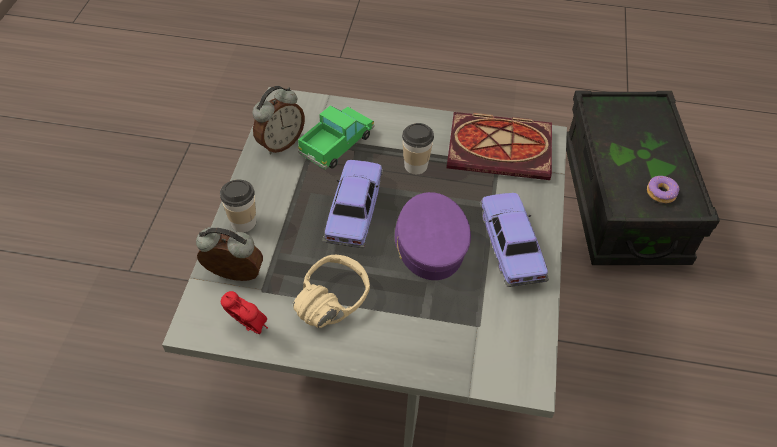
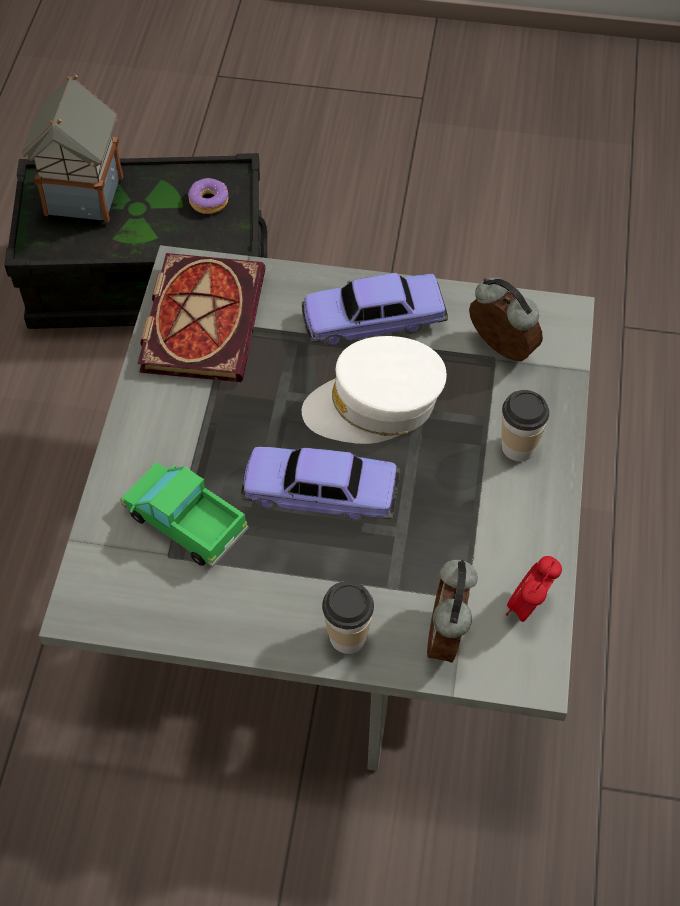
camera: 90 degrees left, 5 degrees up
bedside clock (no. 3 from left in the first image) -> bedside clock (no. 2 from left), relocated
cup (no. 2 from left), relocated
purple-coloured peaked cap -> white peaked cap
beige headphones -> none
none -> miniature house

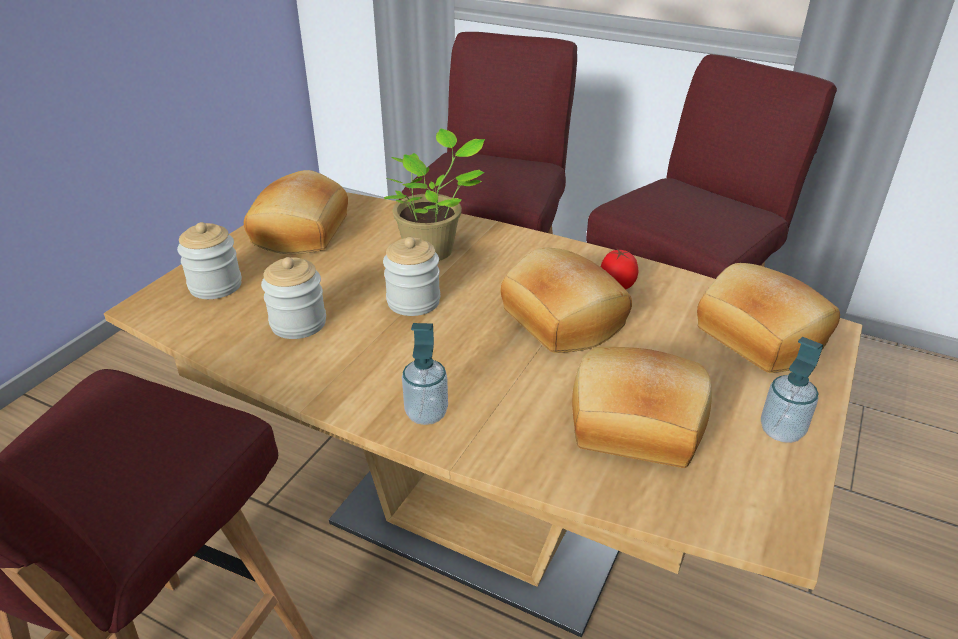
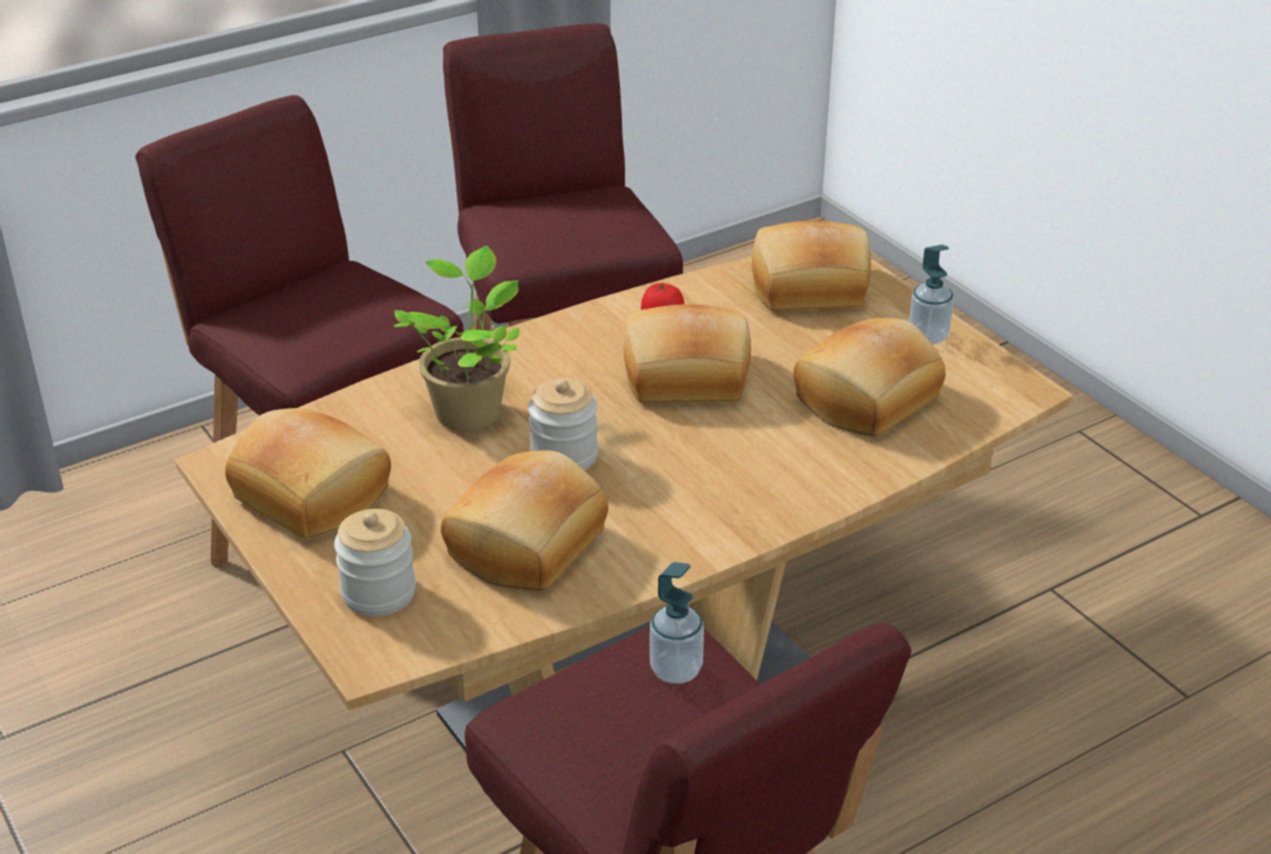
camera: 60 degrees left, 0 degrees up
preserve jar (no. 2 from left) -> bread (no. 2 from left)
liquid soap bottle (no. 1 from left), relocated

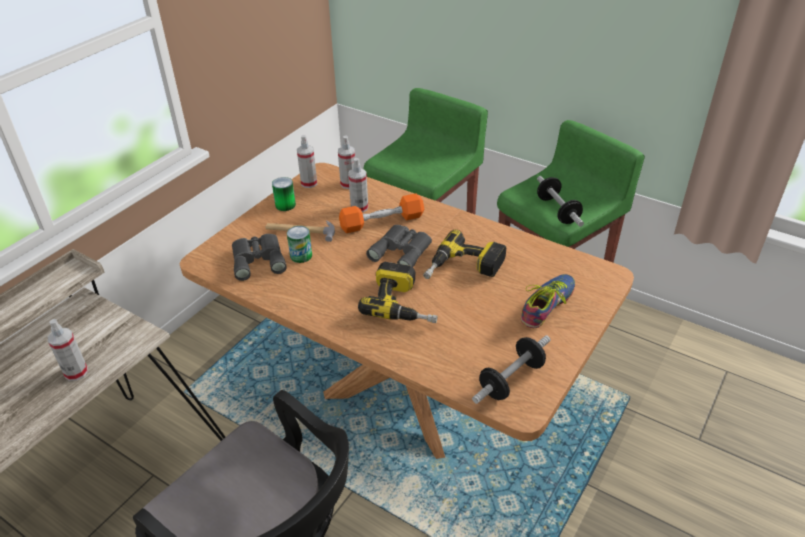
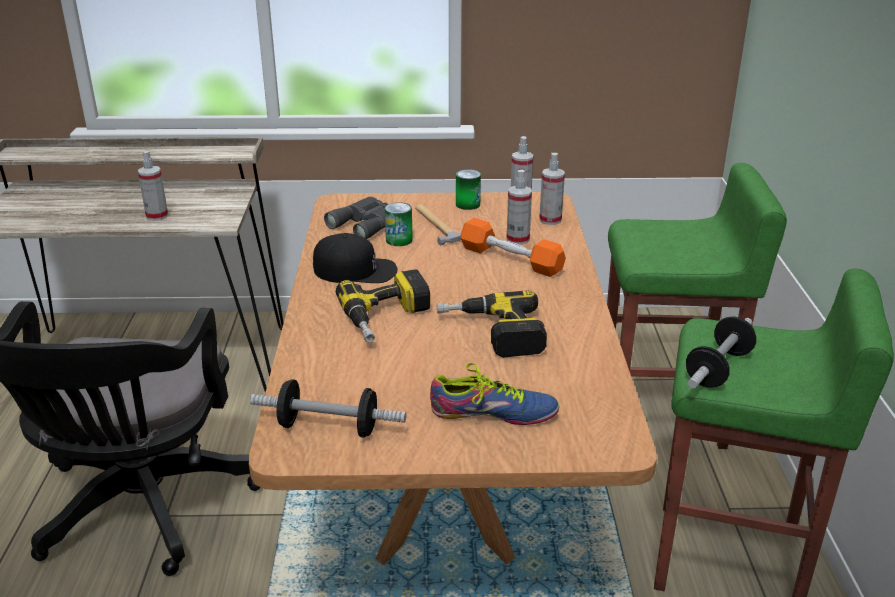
camera: 55 degrees right, 10 degrees down
gray field glasses (no. 2 from left) -> none
none -> blackish peaked cap

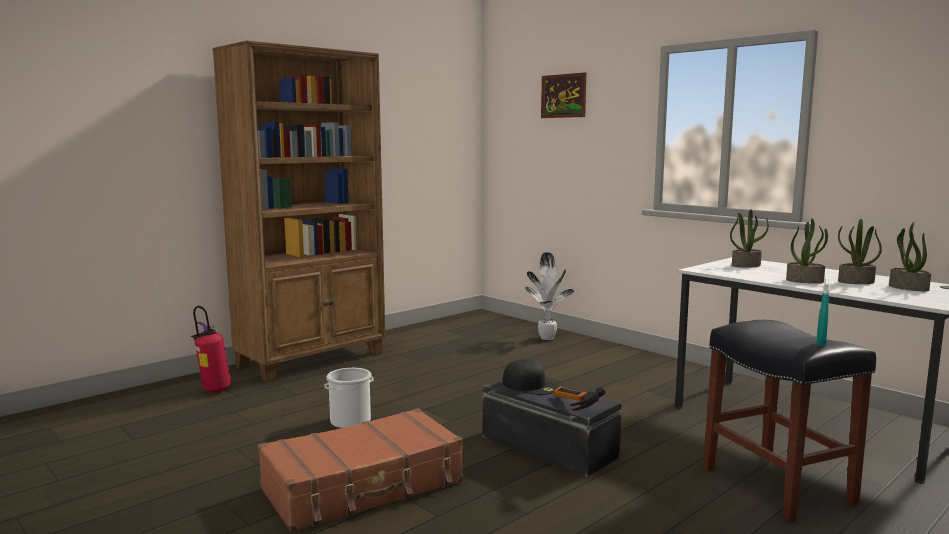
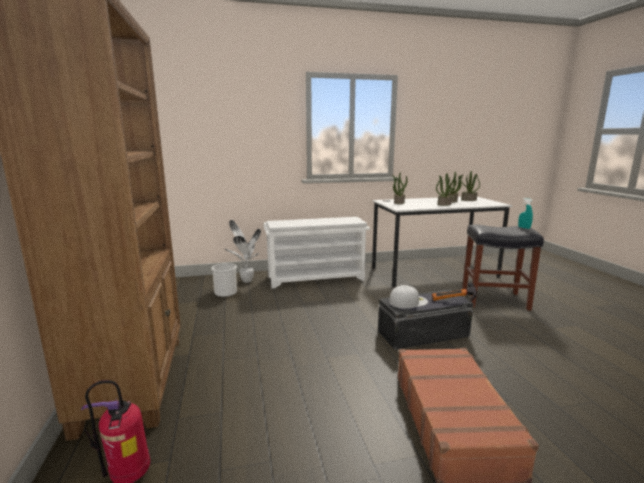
camera: 60 degrees left, 5 degrees up
wall art -> none
blackish peaked cap -> white peaked cap
water bucket, relocated
none -> white shoe stand

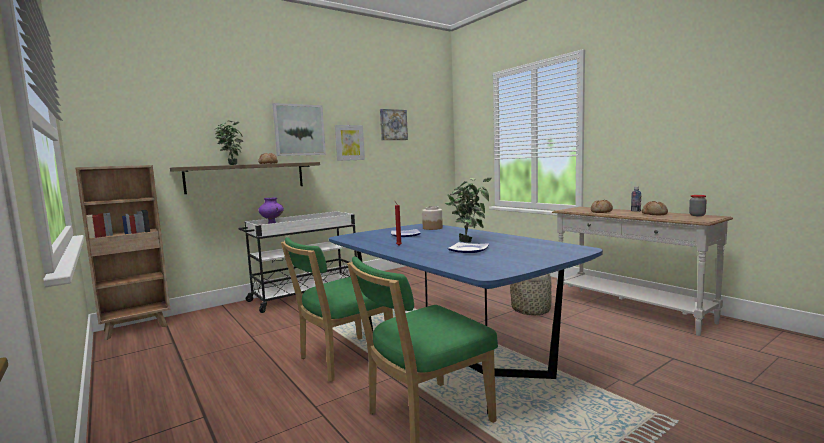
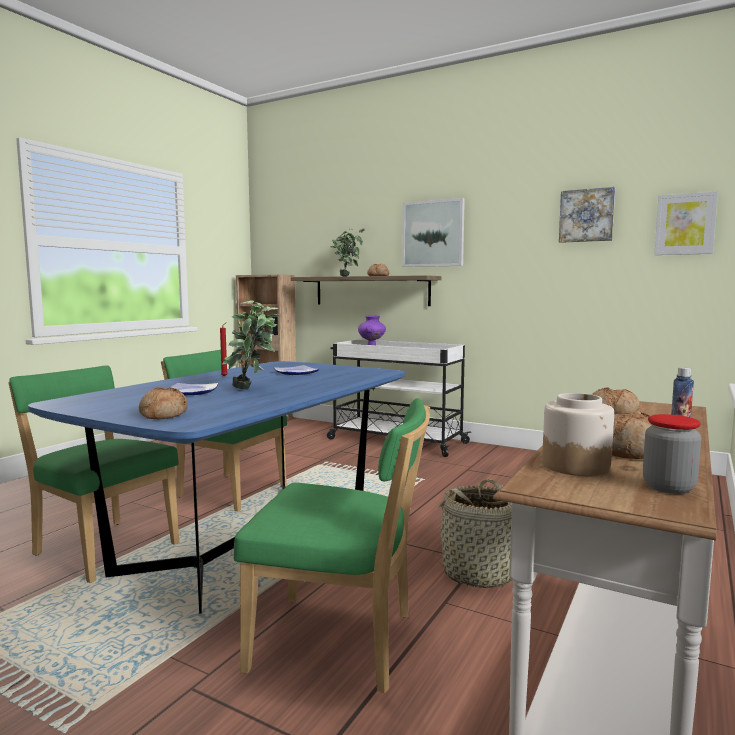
camera: 65 degrees right, 0 degrees up
wall art (no. 2 from left in the first image) -> wall art (no. 3 from left), relocated
preserve jar (no. 1 from left), relocated
none -> bread (no. 1 from left)
none -> green plain chair (no. 3 from left)

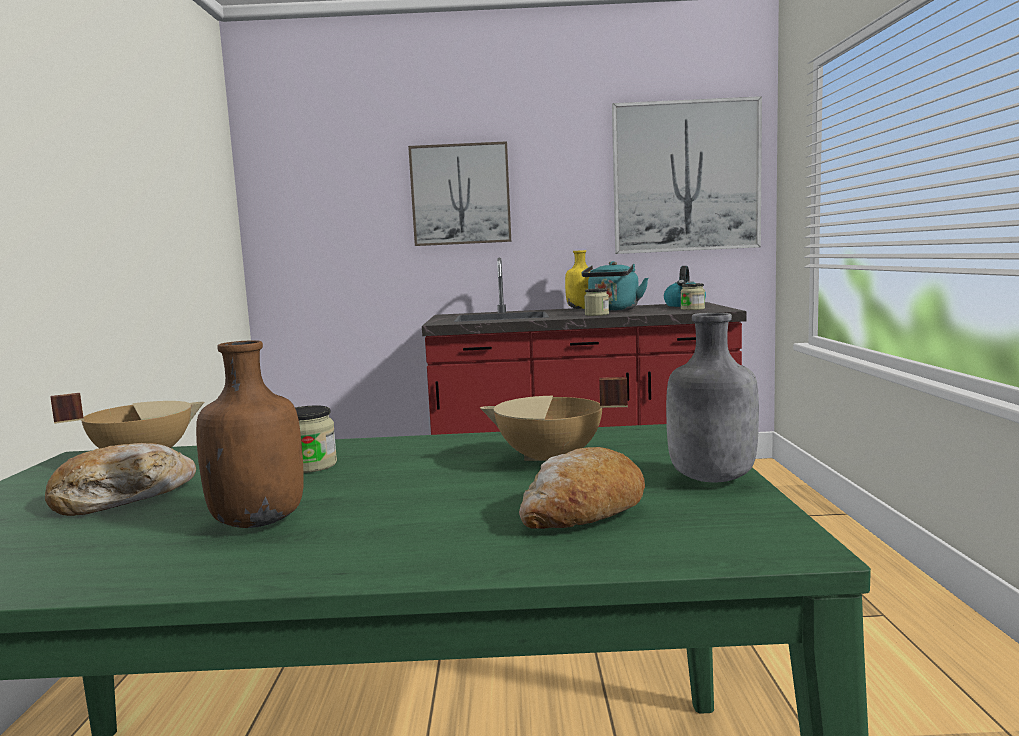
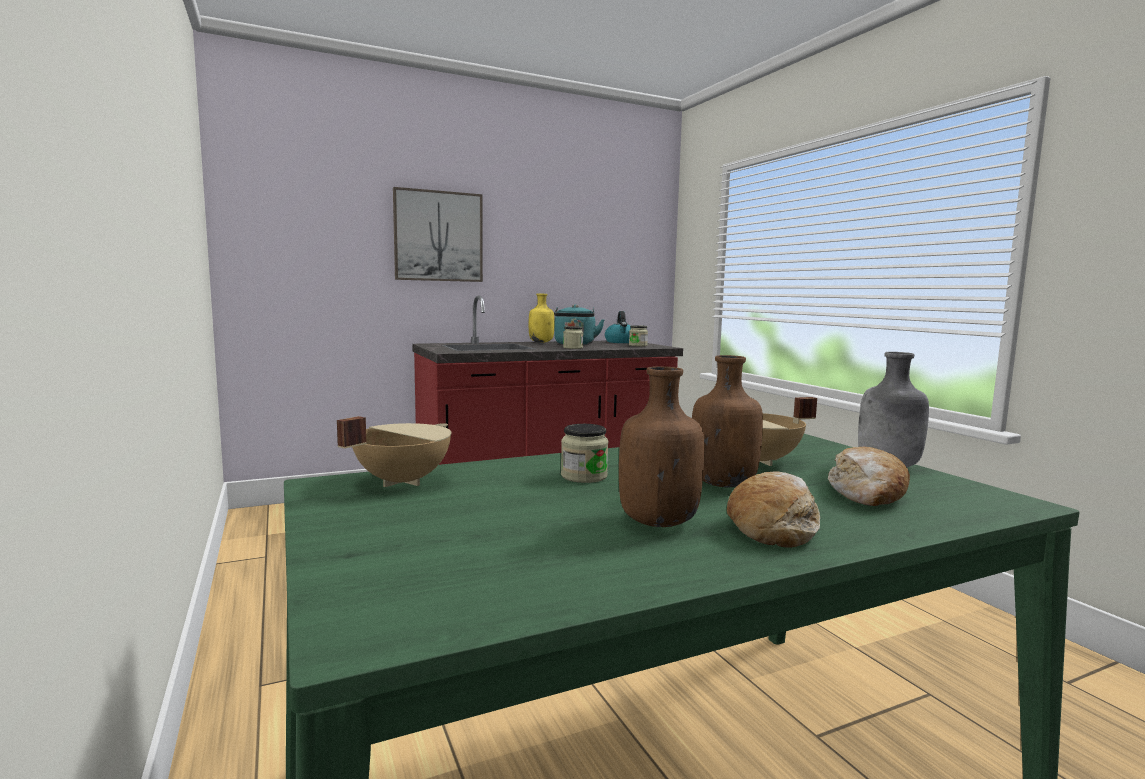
camera: 25 degrees left, 0 degrees up
wall art (no. 2 from left) -> none
bread (no. 1 from left), relocated
none -> brownish bottle (no. 2 from left)

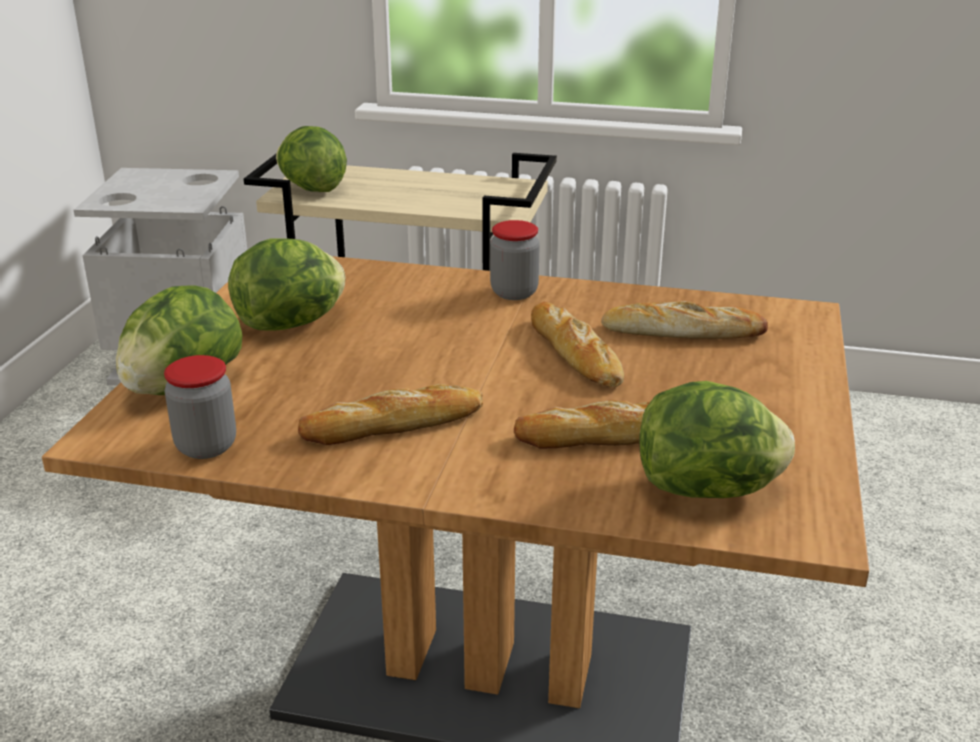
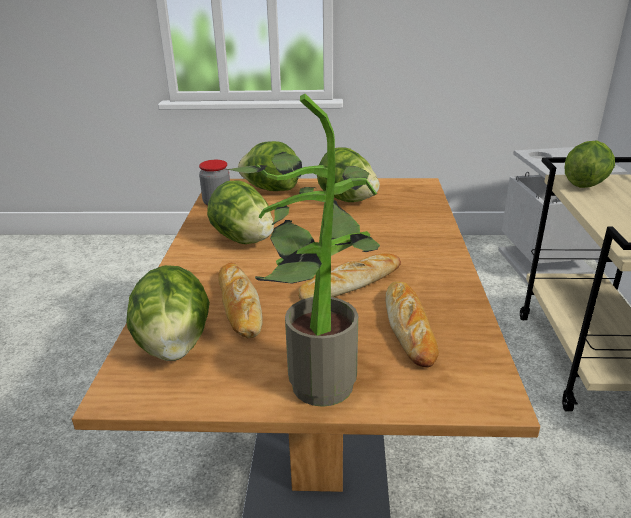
camera: 80 degrees right, 0 degrees up
preserve jar (no. 2 from left) -> none
bread (no. 1 from left) -> lettuce head (no. 2 from left)
none -> plant in a pot

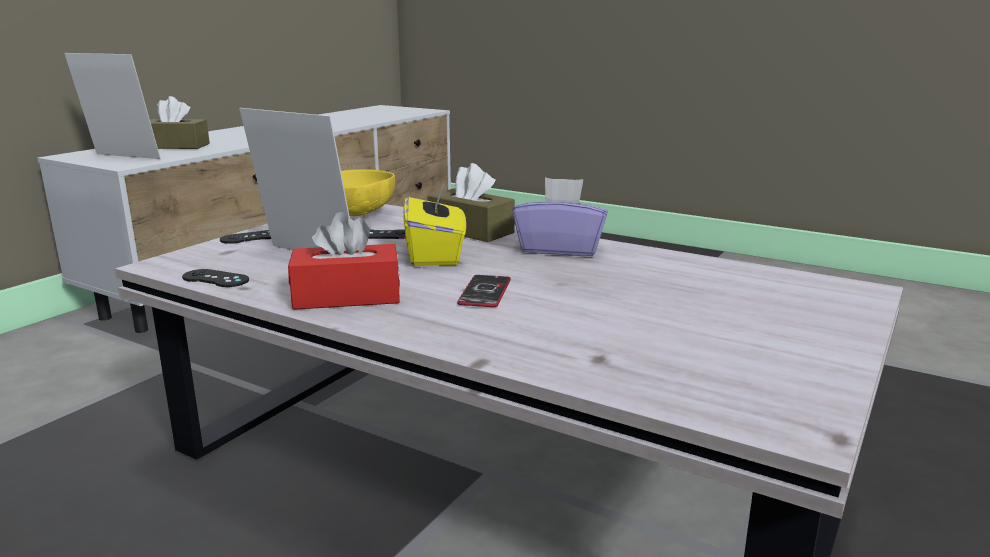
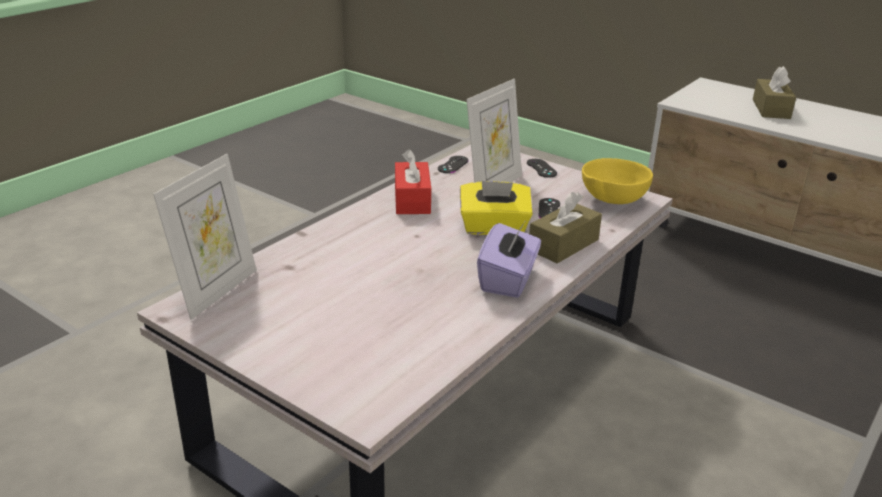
camera: 95 degrees right, 10 degrees up
standing frame (no. 1 from left), relocated
phone -> none

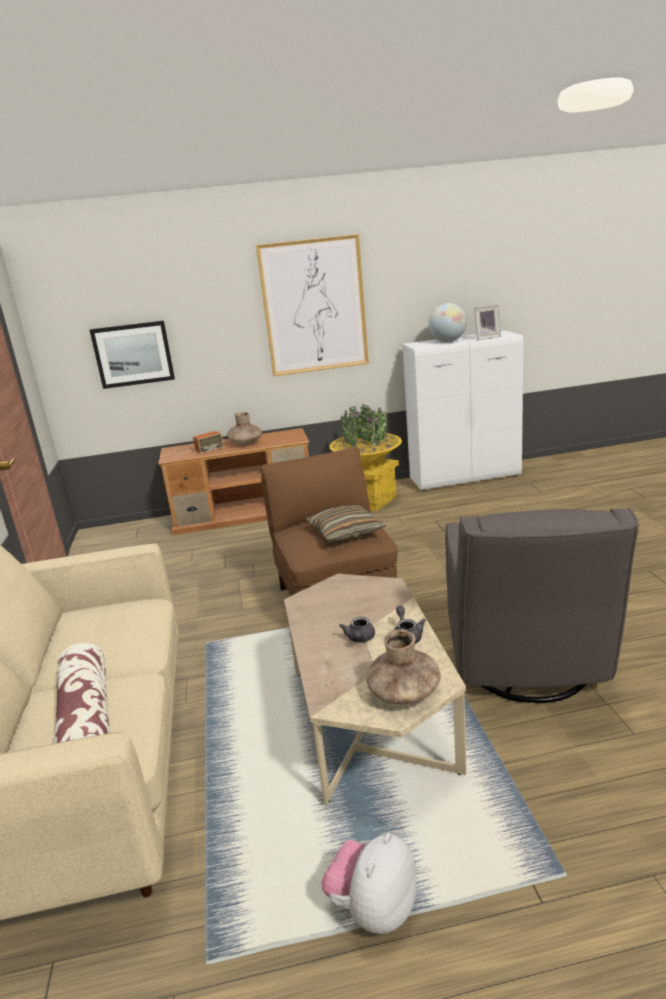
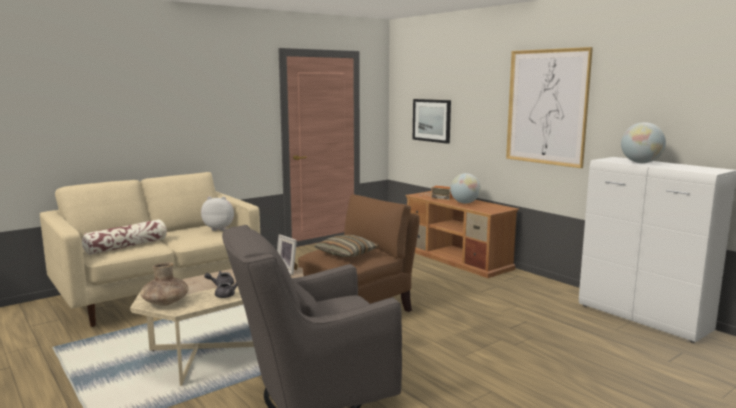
camera: 60 degrees right, 10 degrees down
standing frame, relocated
yellow plant pot -> none
brownish decorative vase (no. 1 from left) -> desk globe (no. 1 from left)
plush toy, relocated

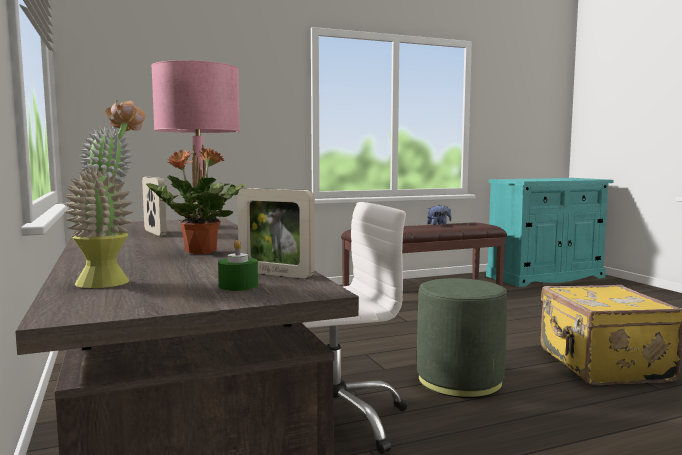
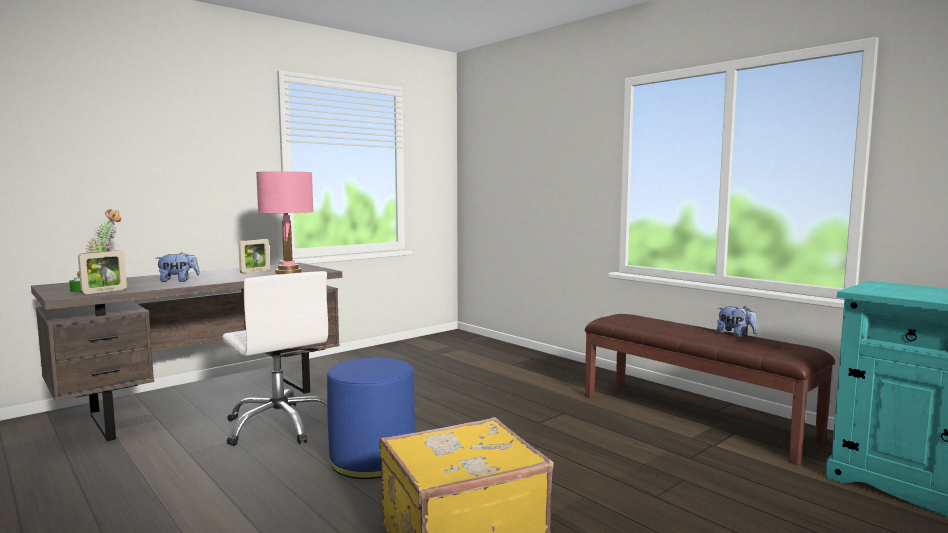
camera: 70 degrees right, 0 degrees up
plant in a pot (no. 2 from left) -> plush toy (no. 1 from left)
standing frame (no. 2 from left in the first image) -> standing frame (no. 1 from left), 150 degrees counterclockwise
green footrest -> blue-coloured footrest

